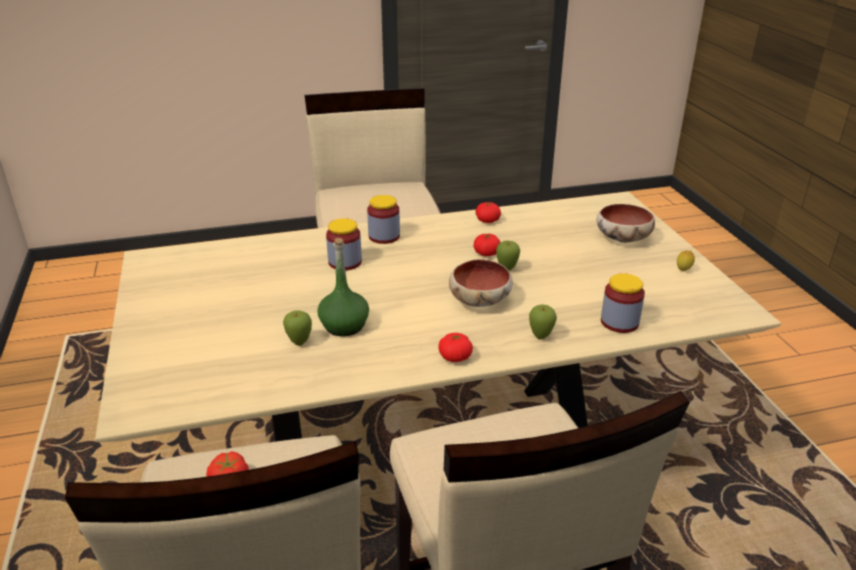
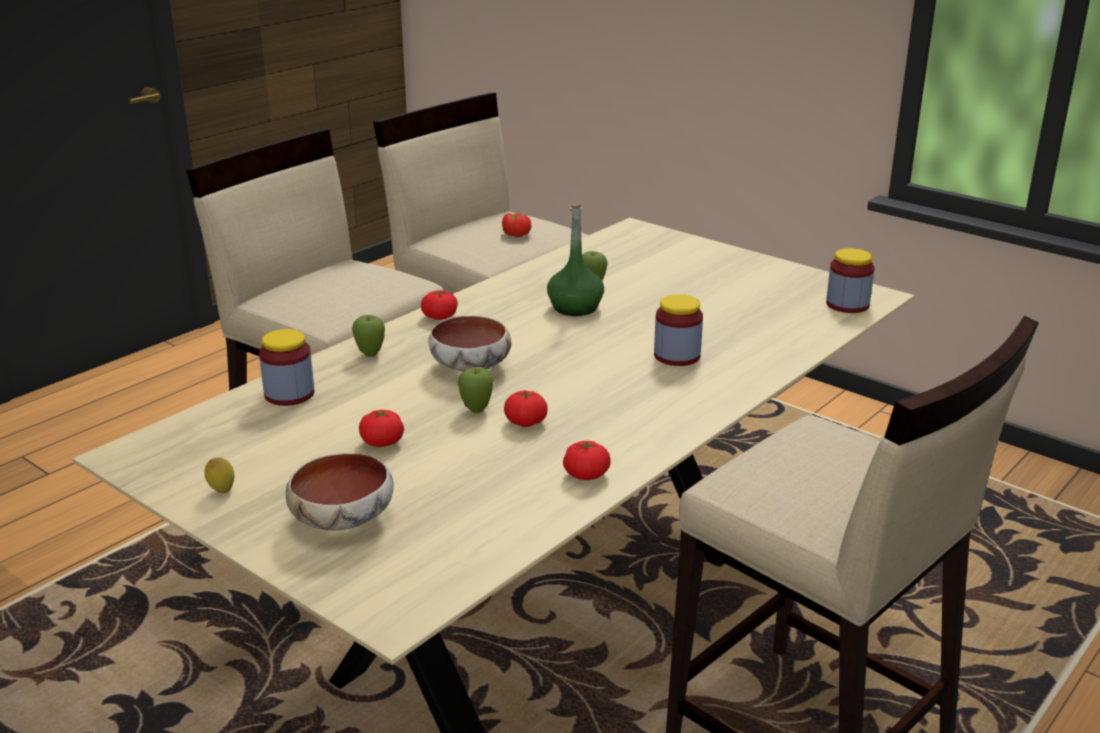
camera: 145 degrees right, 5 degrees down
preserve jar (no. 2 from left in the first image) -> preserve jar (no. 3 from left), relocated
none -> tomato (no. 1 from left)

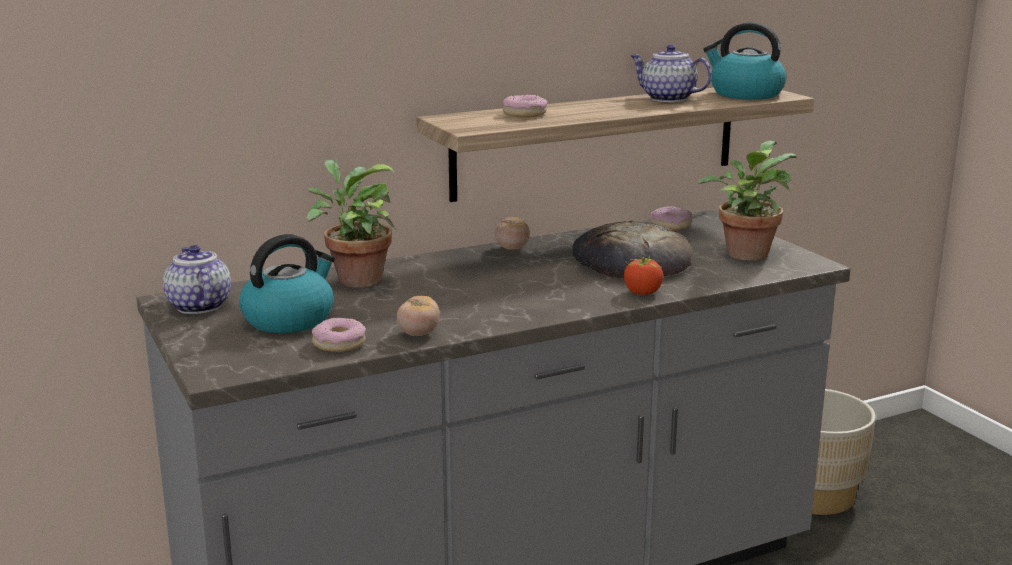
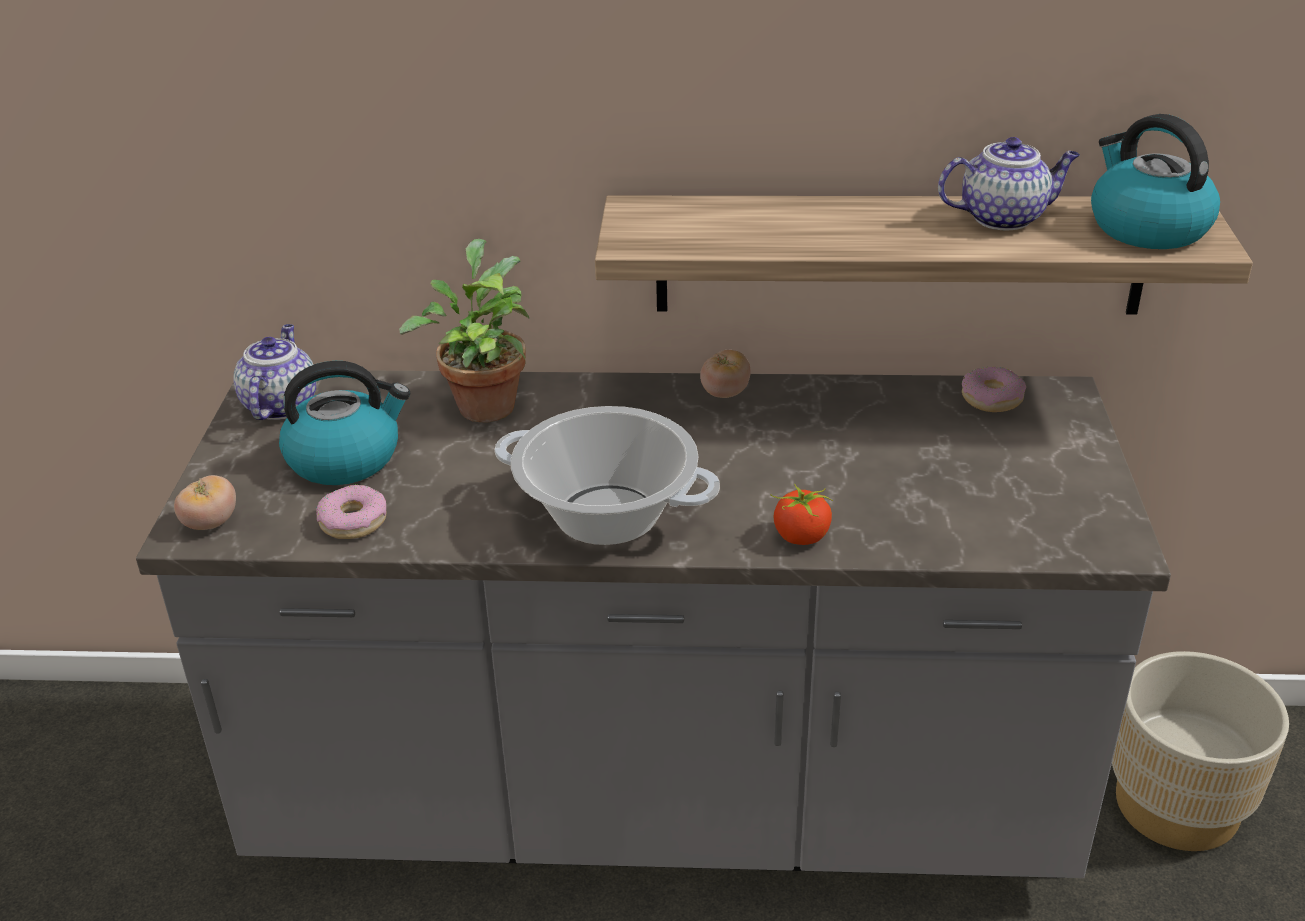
camera: 30 degrees right, 15 degrees up
tea pot (no. 2 from left), 105 degrees clockwise
donut (no. 2 from left) -> none
plant in a pot (no. 2 from left) -> none
bread -> none
tomato (no. 1 from left), relocated
none -> saucepot

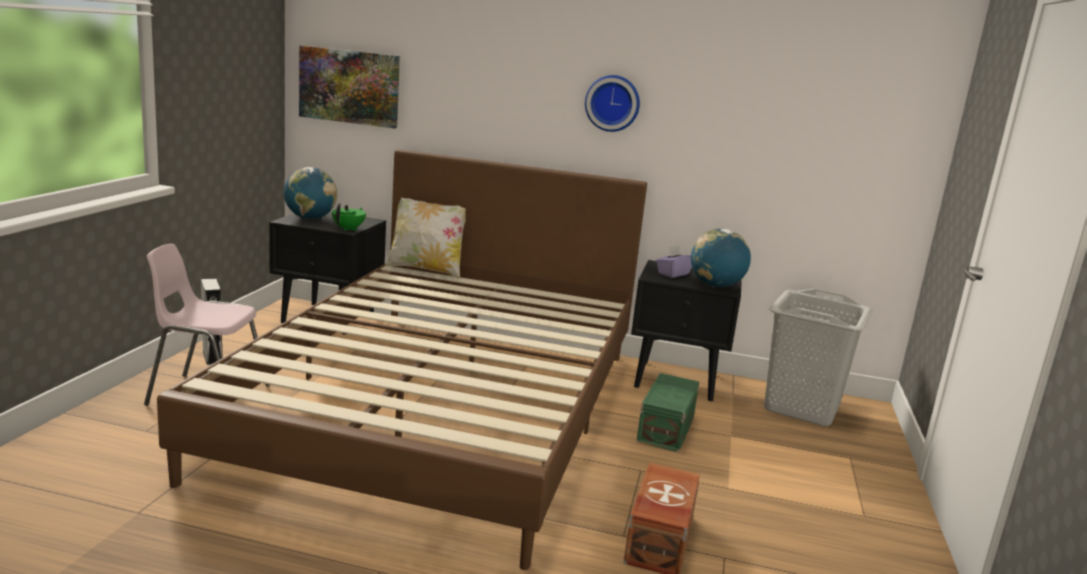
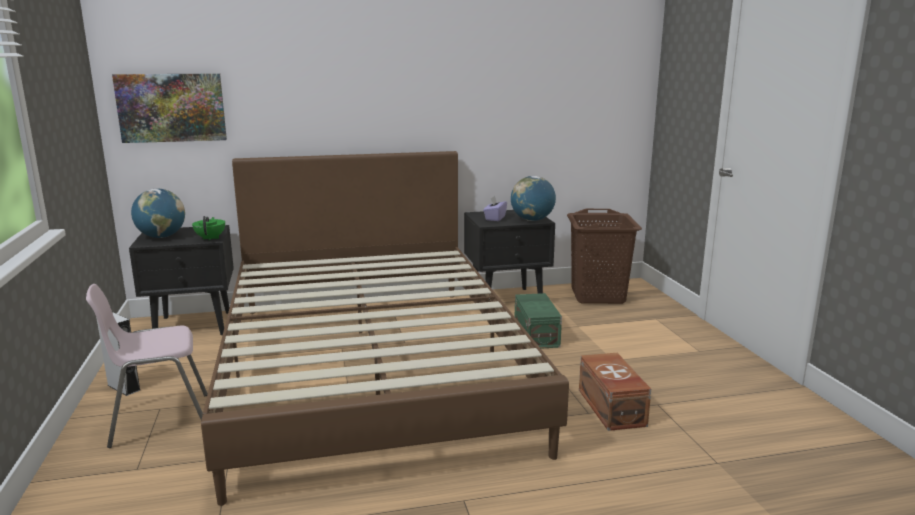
camera: 25 degrees left, 0 degrees up
hanging clock -> none
cushion -> none
gray laundry basket -> brownish laundry basket

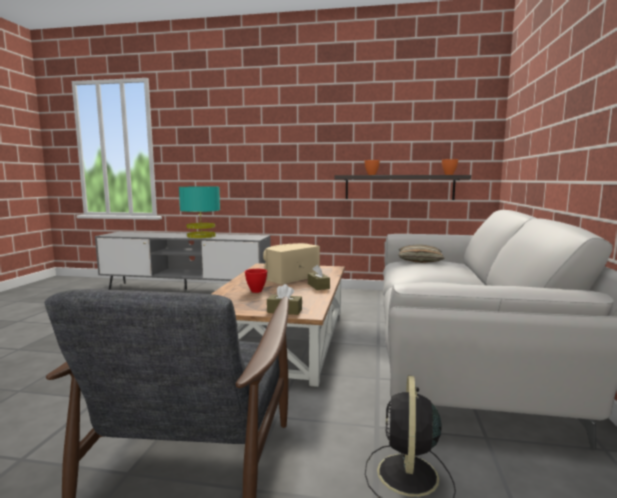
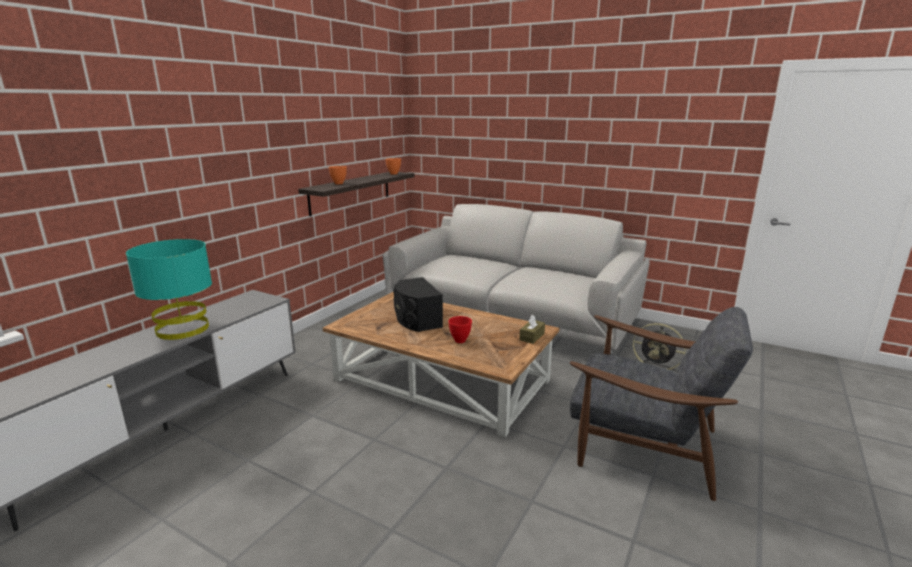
camera: 70 degrees left, 10 degrees up
beige loudspeaker -> blackish loudspeaker
cushion -> none
brownish box of tissues (no. 2 from left) -> none

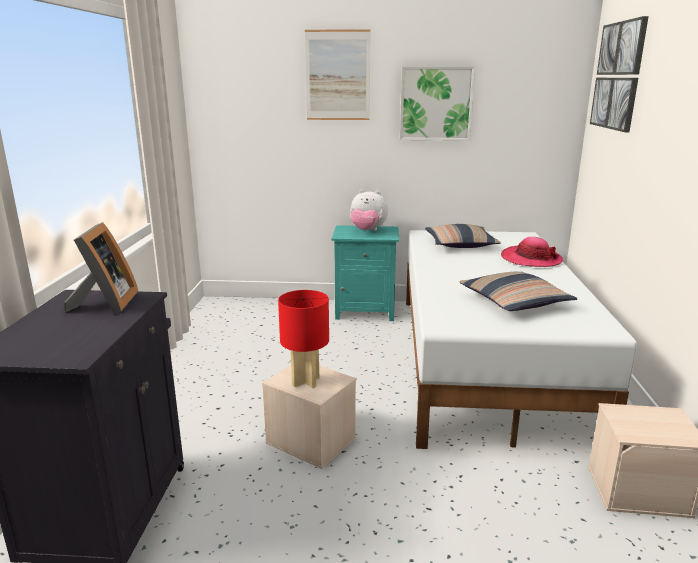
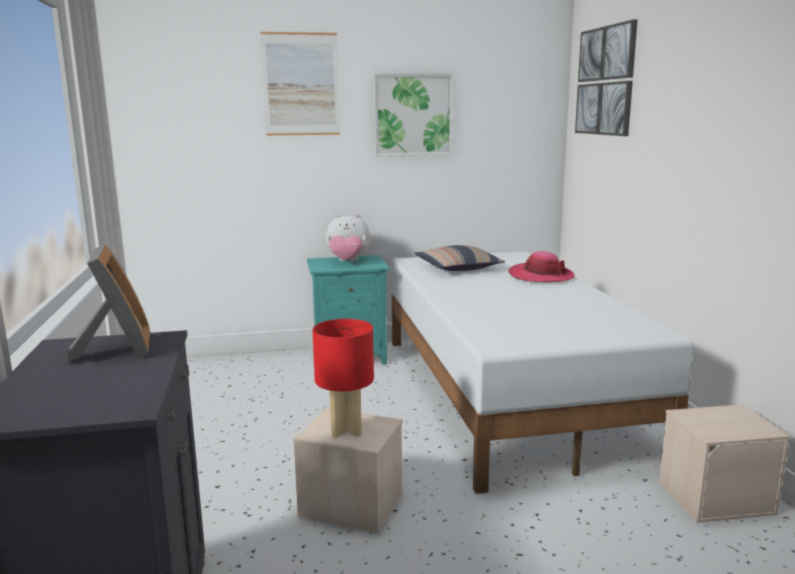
camera: 15 degrees left, 5 degrees down
cushion (no. 2 from left) -> none

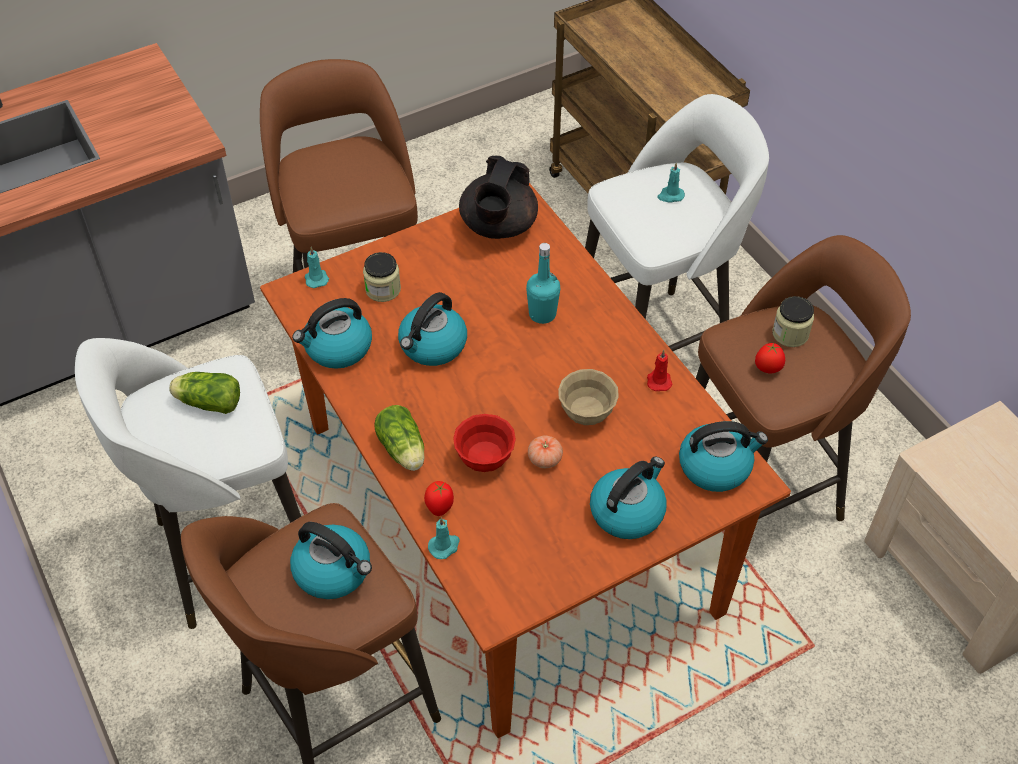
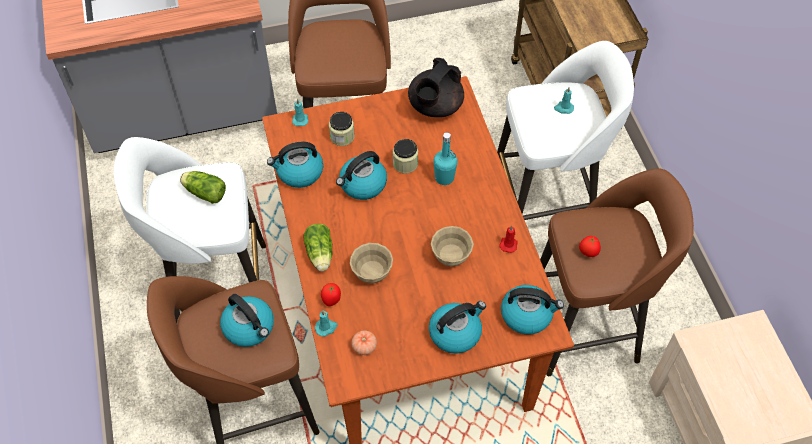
camera: 15 degrees right, 5 degrees up
preserve jar (no. 2 from left), relocated
reddish serving bowl -> beige serving bowl (no. 1 from left)
tomato (no. 2 from left), relocated

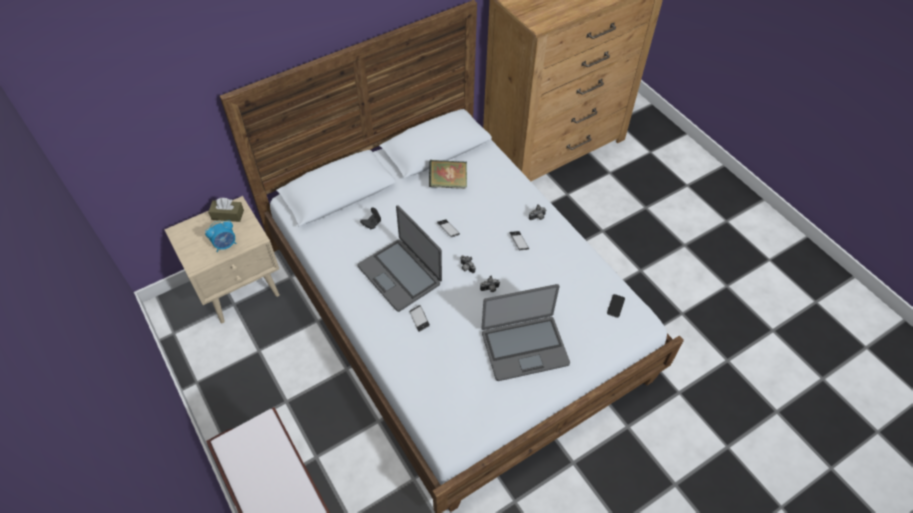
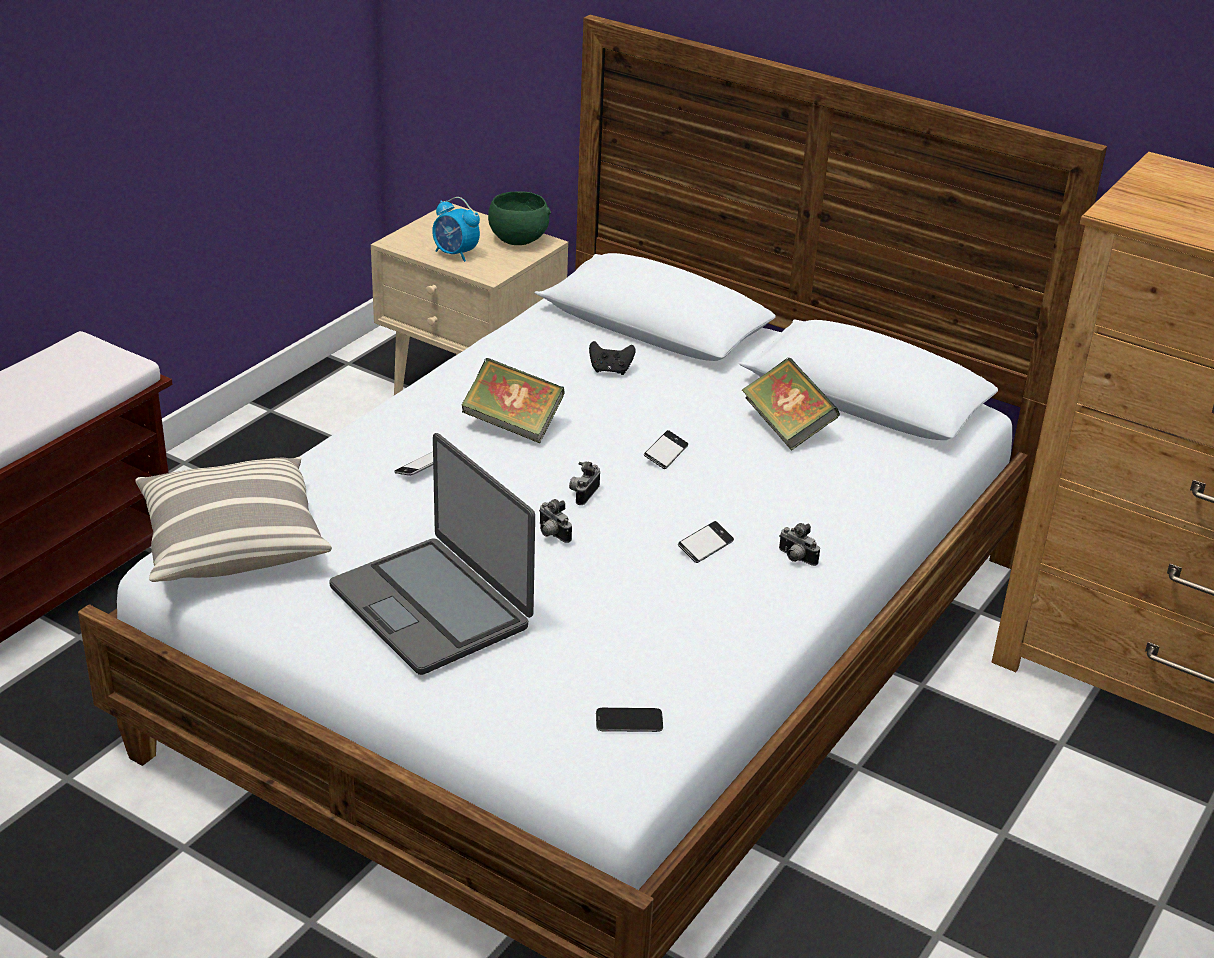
camera: 65 degrees right, 20 degrees down
brownish box of tissues -> green serving bowl
laptop (no. 1 from left) -> bound book (no. 1 from left)
none -> cushion

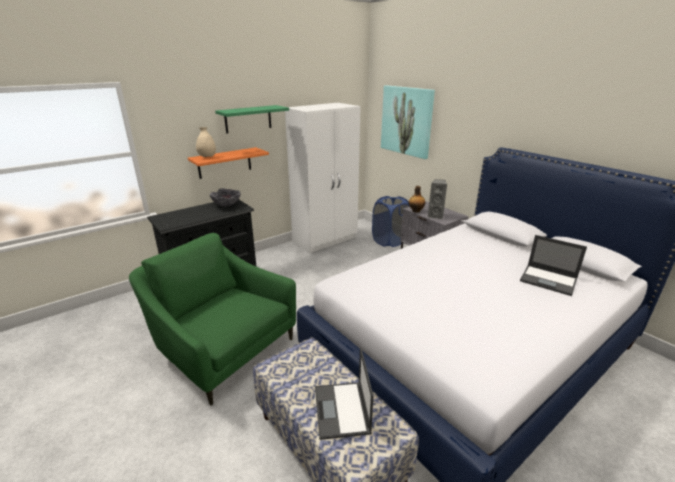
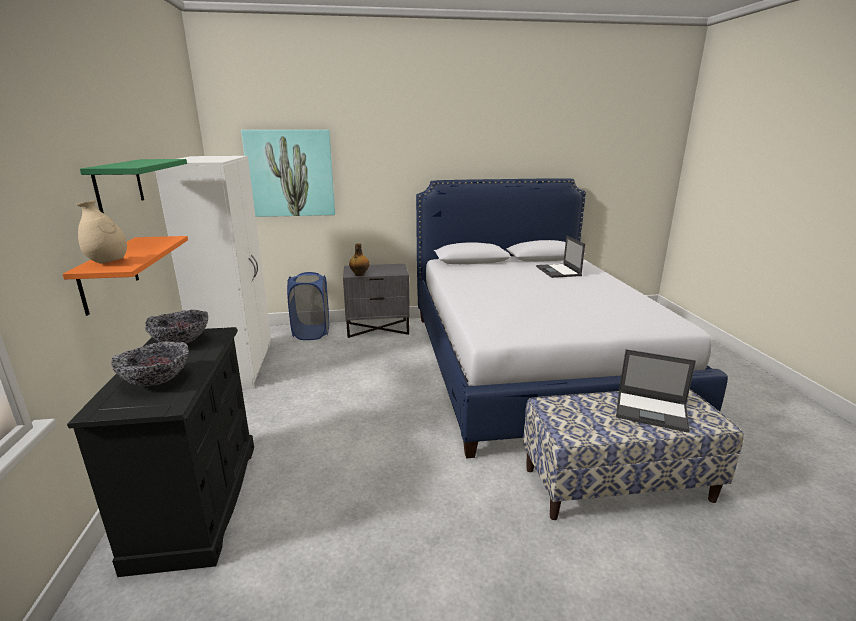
camera: 60 degrees left, 5 degrees down
gray loudspeaker -> none
green armchair -> none
laptop (no. 2 from left in the first image) -> laptop (no. 1 from left), 105 degrees clockwise
none -> serving bowl (no. 1 from left)

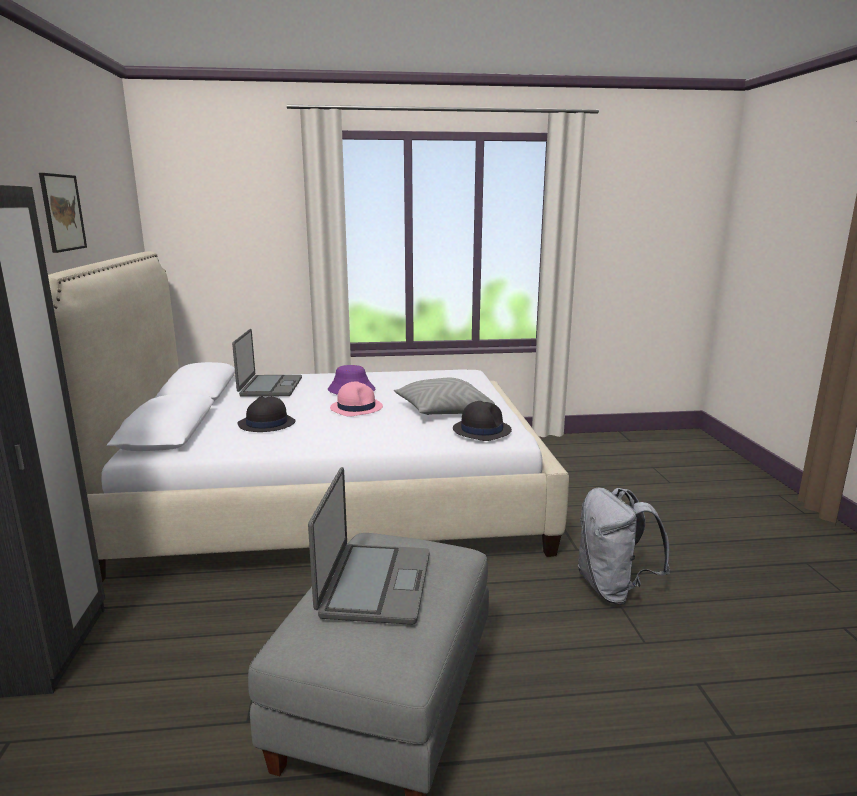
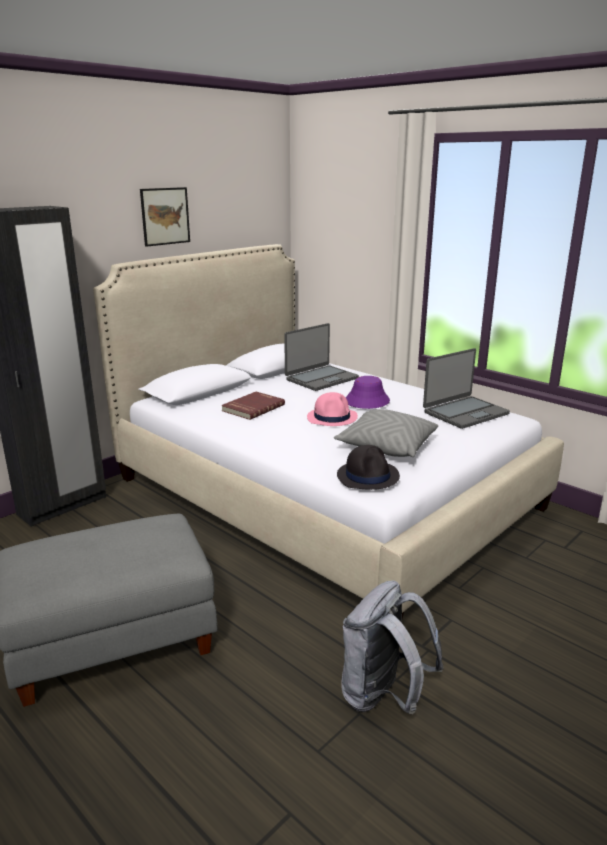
camera: 50 degrees right, 5 degrees up
blackish hat (no. 1 from left) -> reddish bound book
laptop (no. 2 from left), relocated

